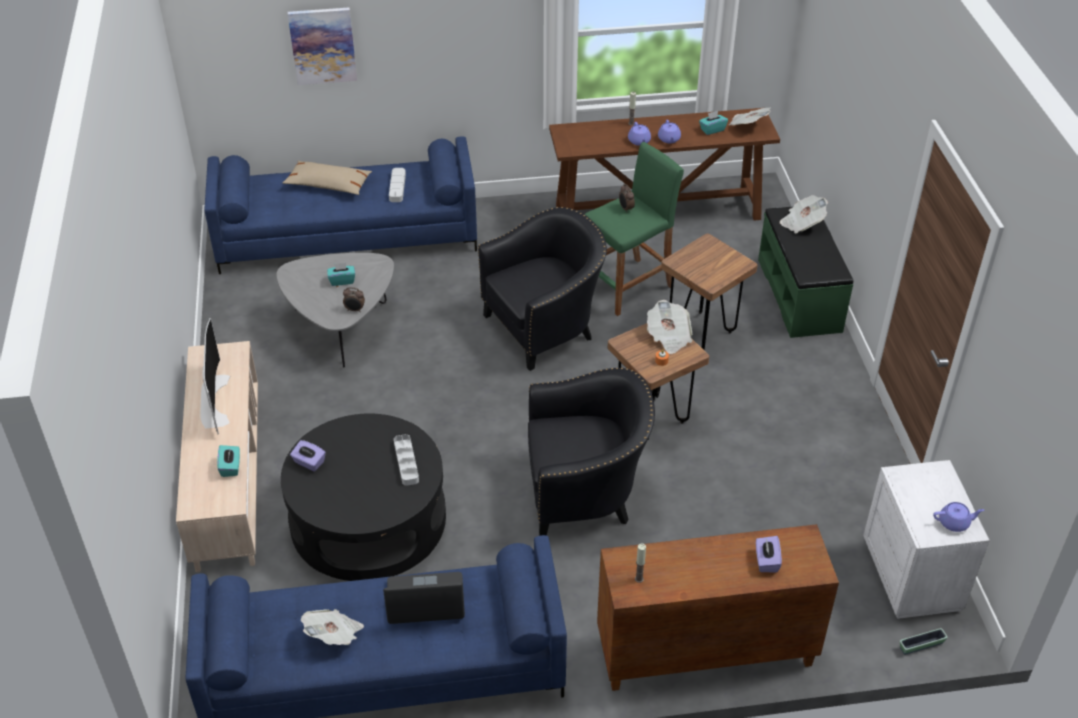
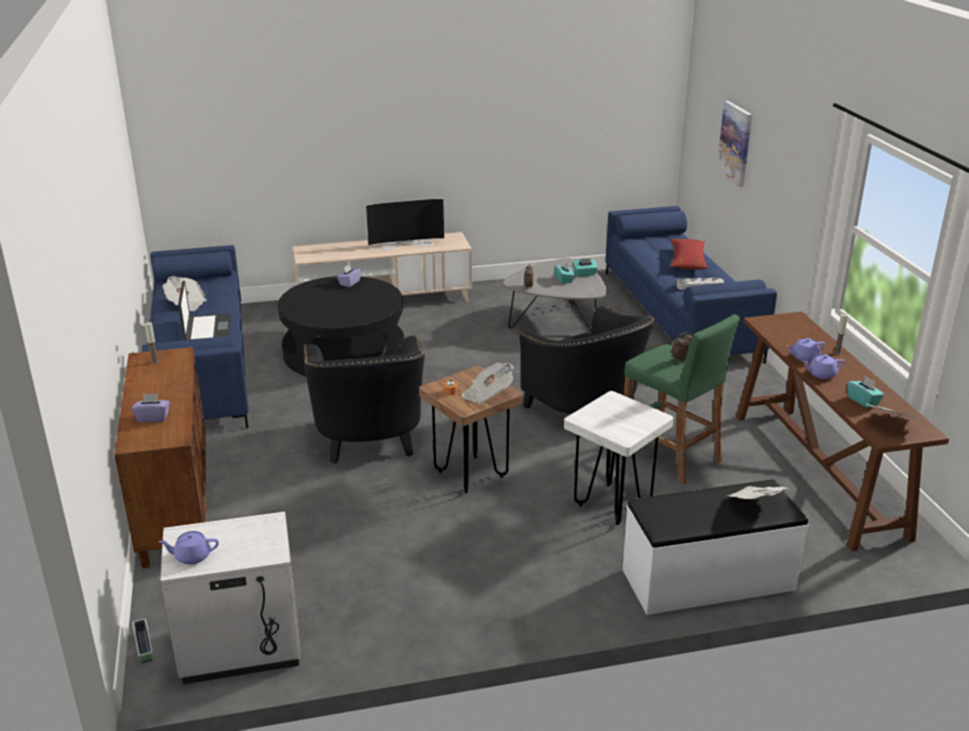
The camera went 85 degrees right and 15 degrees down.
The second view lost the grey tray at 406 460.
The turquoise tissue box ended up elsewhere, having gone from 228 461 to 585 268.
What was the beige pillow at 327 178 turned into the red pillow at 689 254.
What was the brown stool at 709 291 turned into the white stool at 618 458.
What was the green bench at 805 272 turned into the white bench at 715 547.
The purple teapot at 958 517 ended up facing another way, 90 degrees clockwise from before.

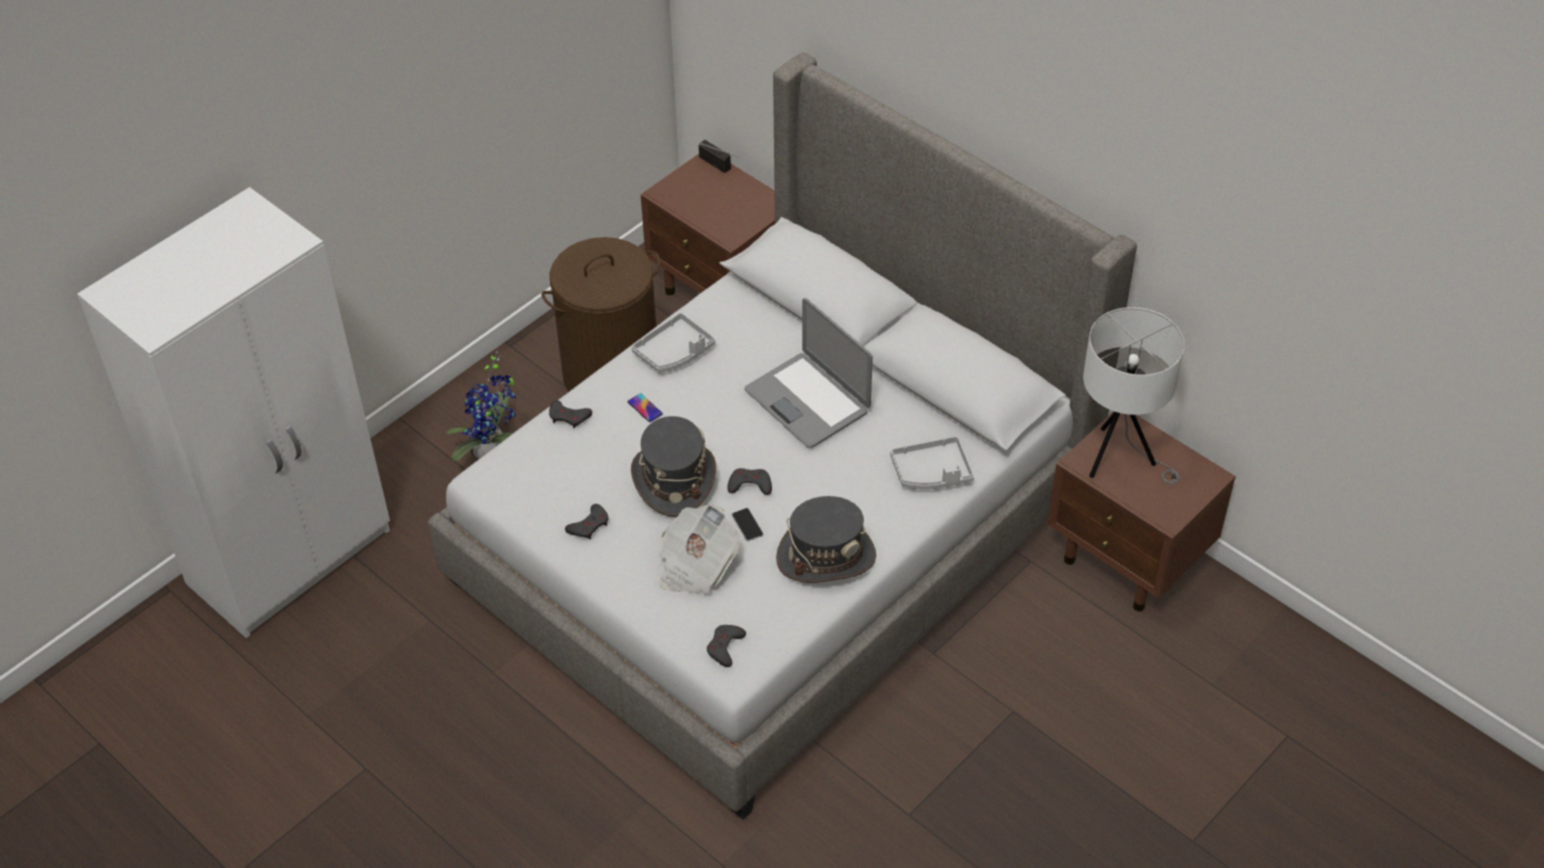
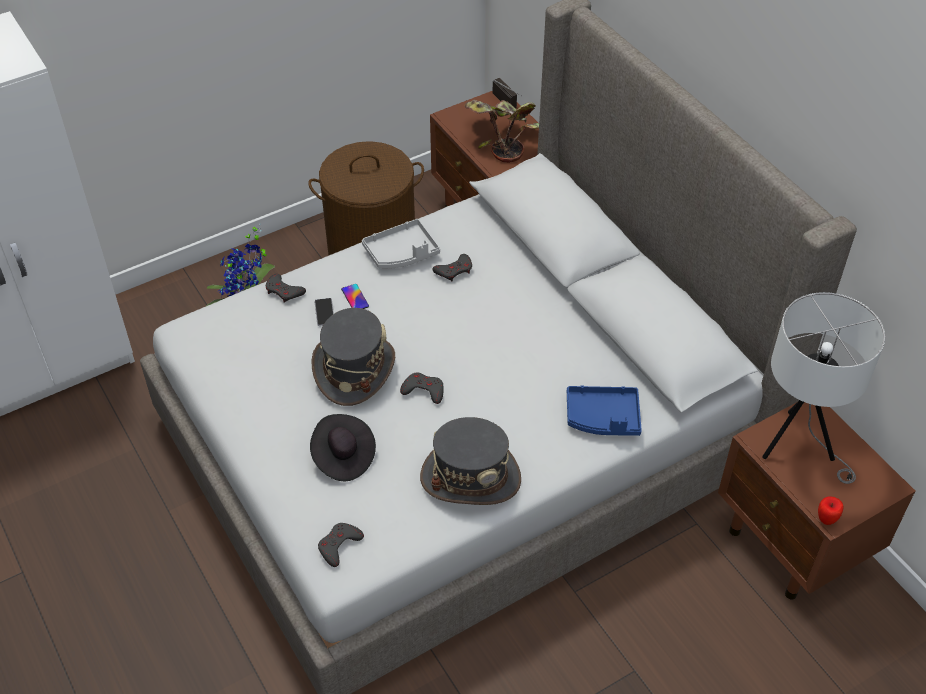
The camera went 15 degrees right and 0 degrees up.
The second view lost the laptop at 809 373.
The second view gained the potted plant at 502 131.
The second view gained the apple at 831 510.
The grey game controller ended up elsewhere, having gone from 586 521 to 452 268.
The phone ended up elsewhere, having gone from 748 524 to 324 312.
Where the newspaper stood at 699 549, the black hat came to stand at 343 447.
What was the grey tray at 932 462 turned into the blue tray at 604 411.

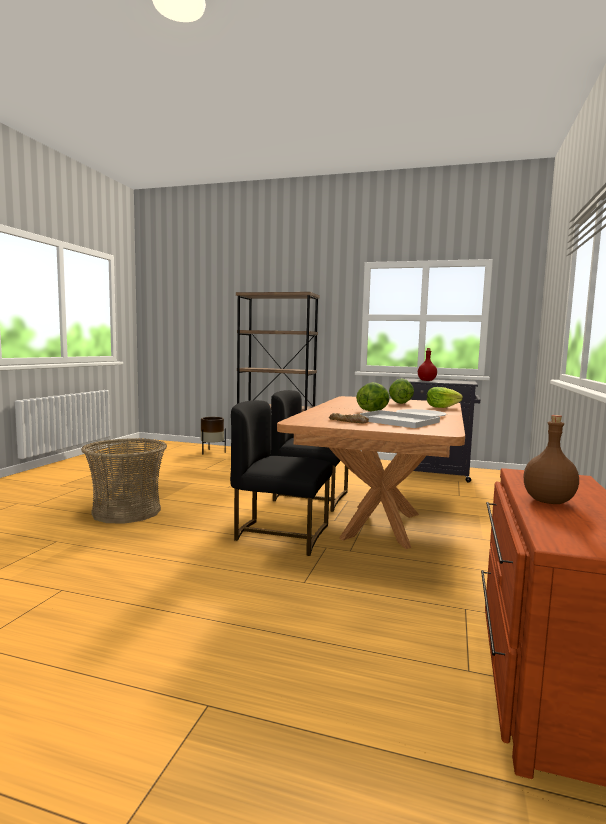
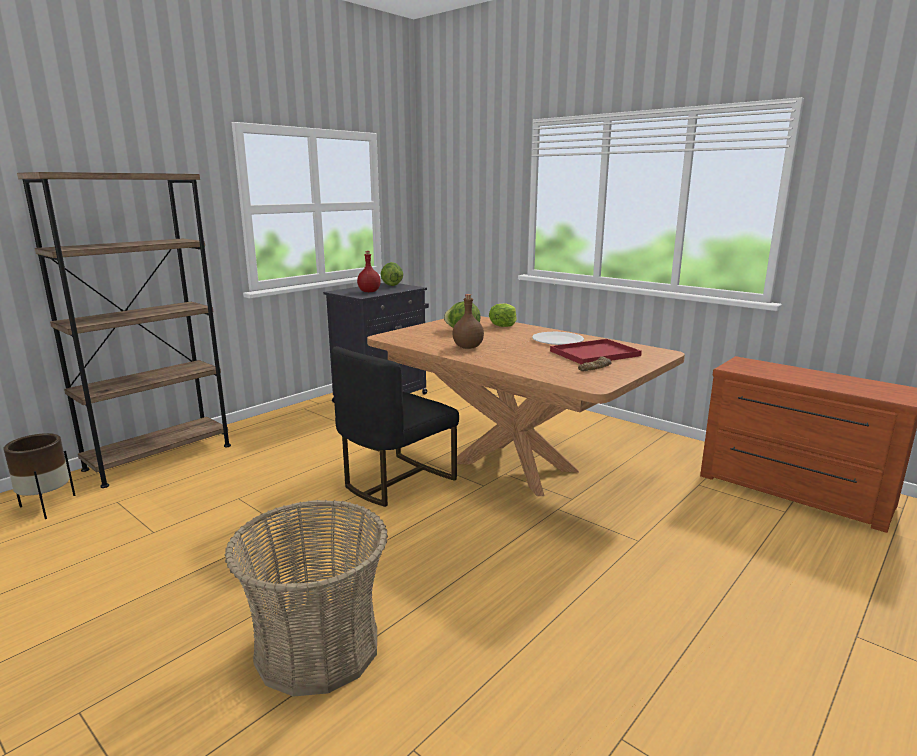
The camera went 65 degrees left and 10 degrees up.
The second view lost the black chair at 281 478.
The lettuce ended up elsewhere, having gone from 373 396 to 391 274.
The brown bottle ended up elsewhere, having gone from 551 459 to 468 321.
What was the white tray at 396 419 turned into the red tray at 596 351.

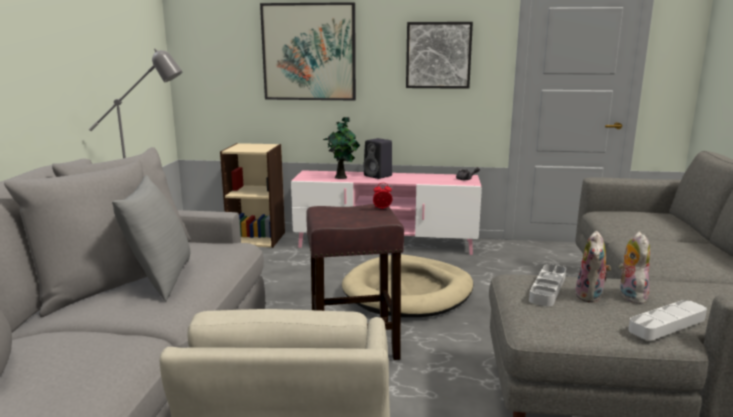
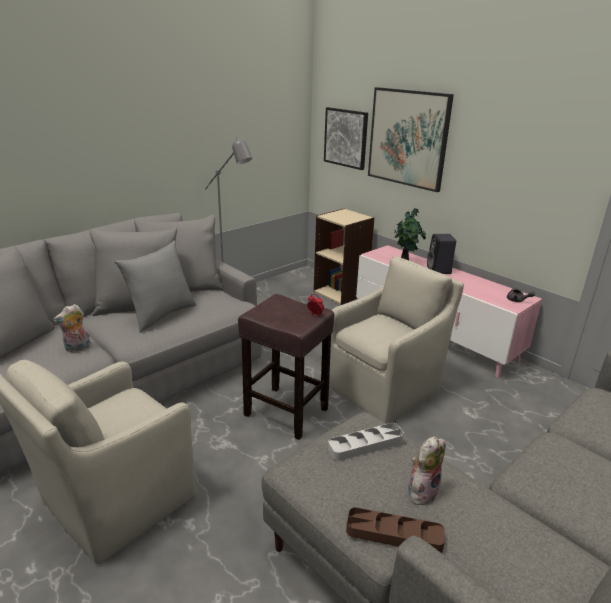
The camera went 40 degrees right and 10 degrees up.
The picture ended up elsewhere, having gone from 439 55 to 346 138.
The plush toy ended up elsewhere, having gone from 593 267 to 72 328.
Where the beige dog bed stood at 407 285, the beige armchair came to stand at 396 340.
What was the grey tray at 667 320 turned into the brown tray at 395 530.

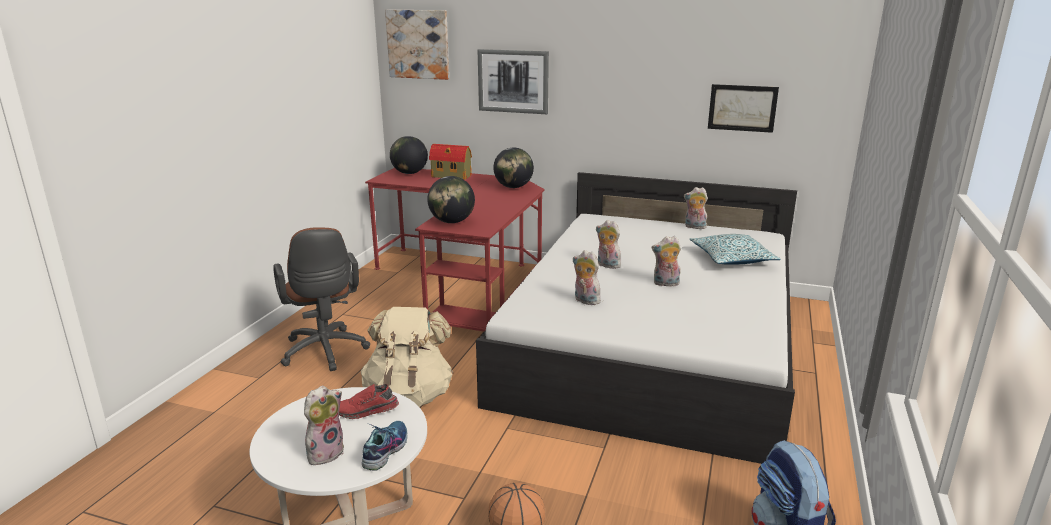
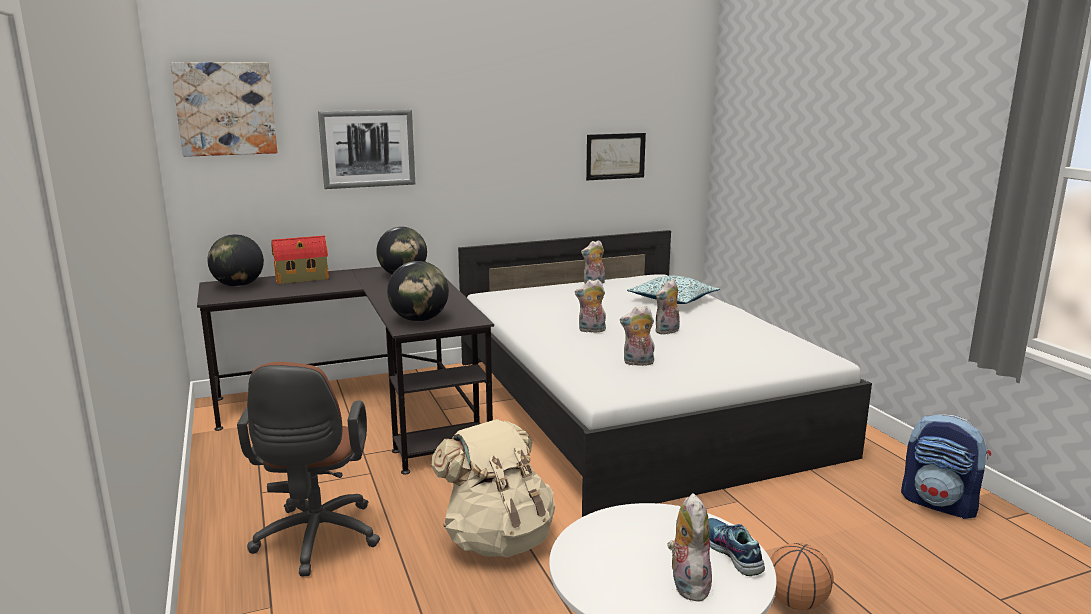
The camera went 40 degrees left and 5 degrees down.
The second view lost the red shoe at 369 401.
What was the red desk at 455 249 turned into the black desk at 345 371.
The brown office chair at 321 299 ended up facing another way, 60 degrees clockwise from before.

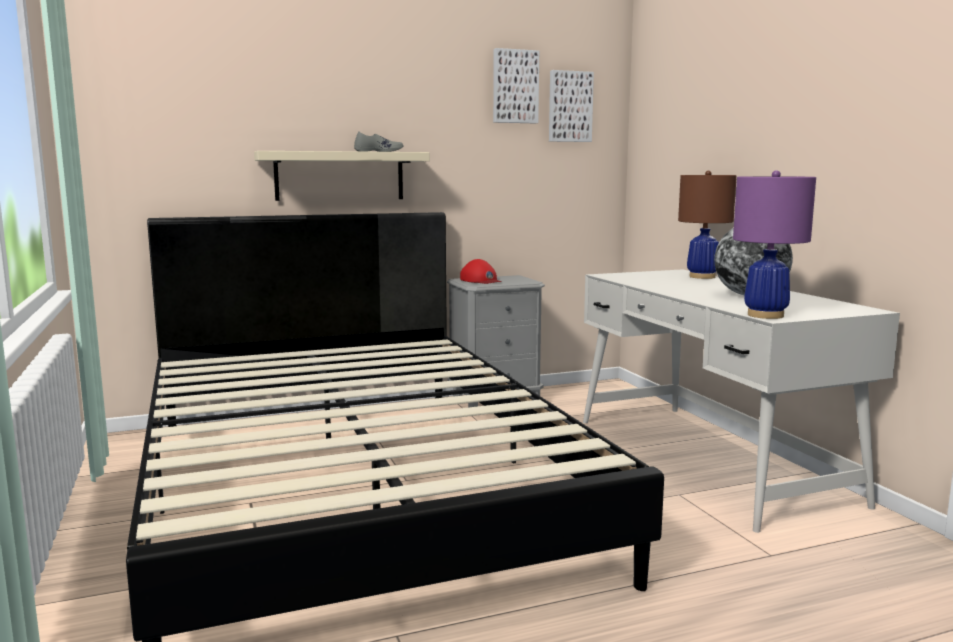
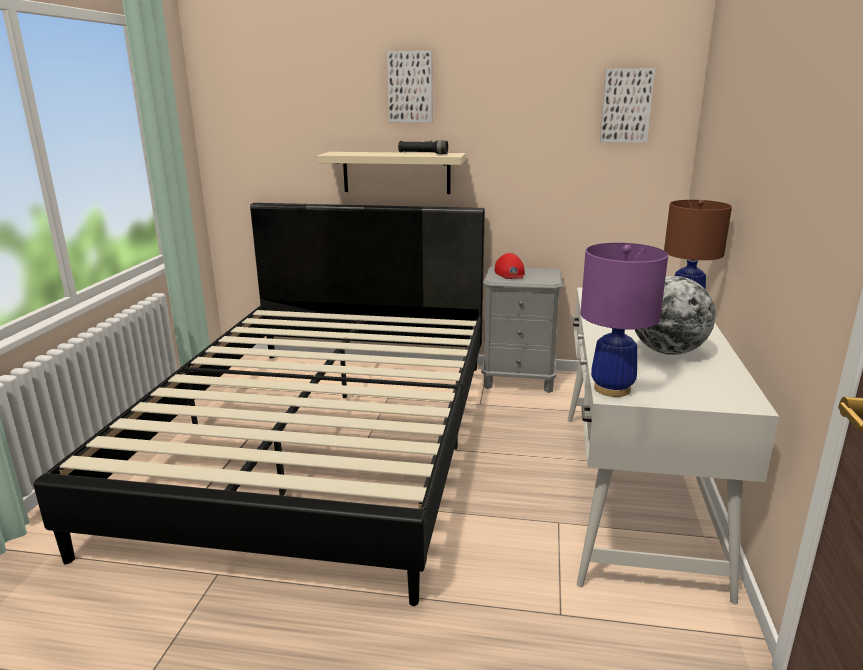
The camera went 30 degrees right and 10 degrees up.
The picture ended up elsewhere, having gone from 516 85 to 410 86.
Where the grey shoe stood at 379 141, the black flashlight came to stand at 423 147.

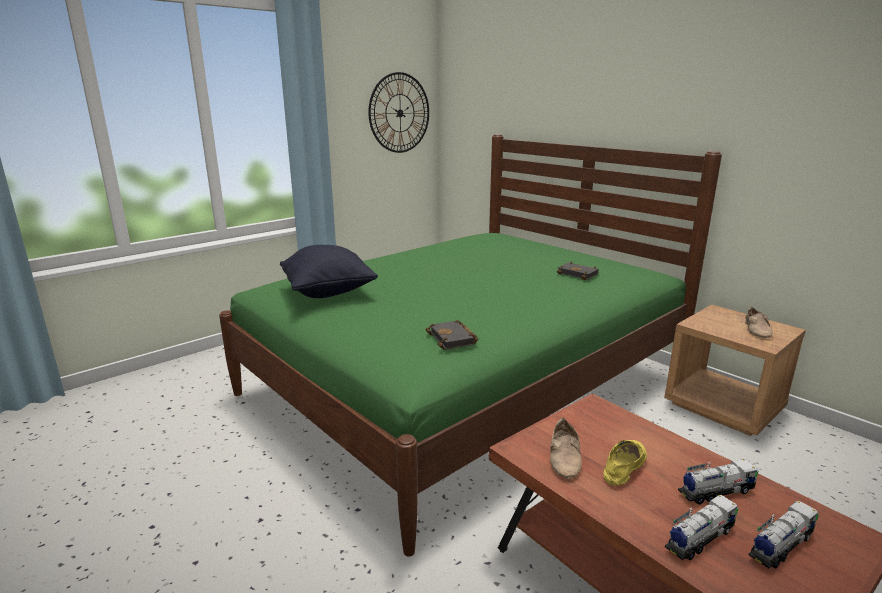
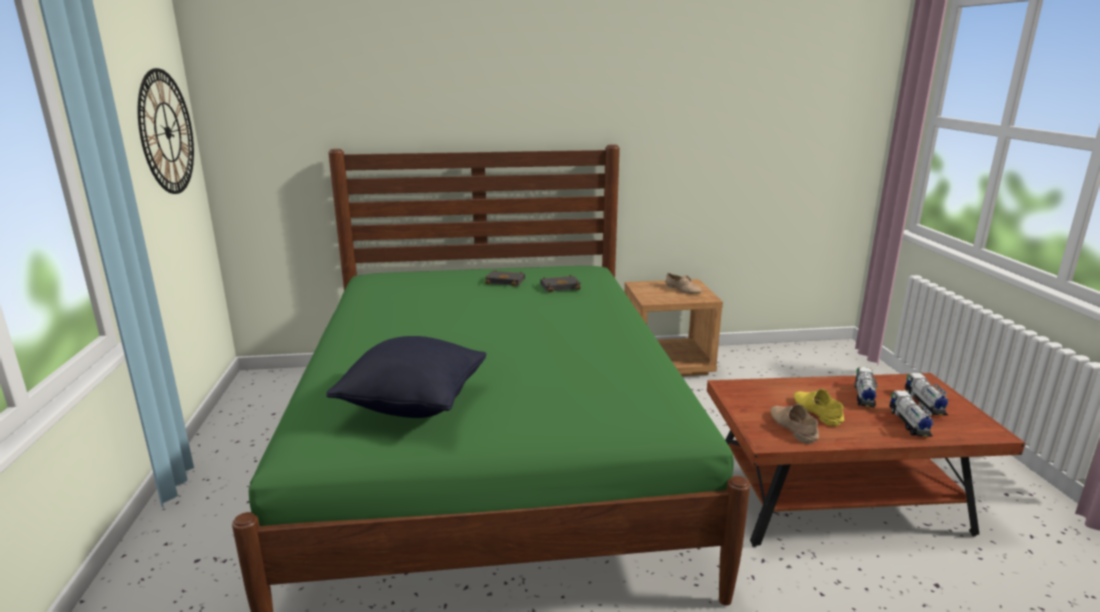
The camera went 55 degrees left and 0 degrees up.
The black book ended up elsewhere, having gone from 451 335 to 505 278.
The beige shoe at 566 448 ended up facing another way, 150 degrees counterclockwise from before.

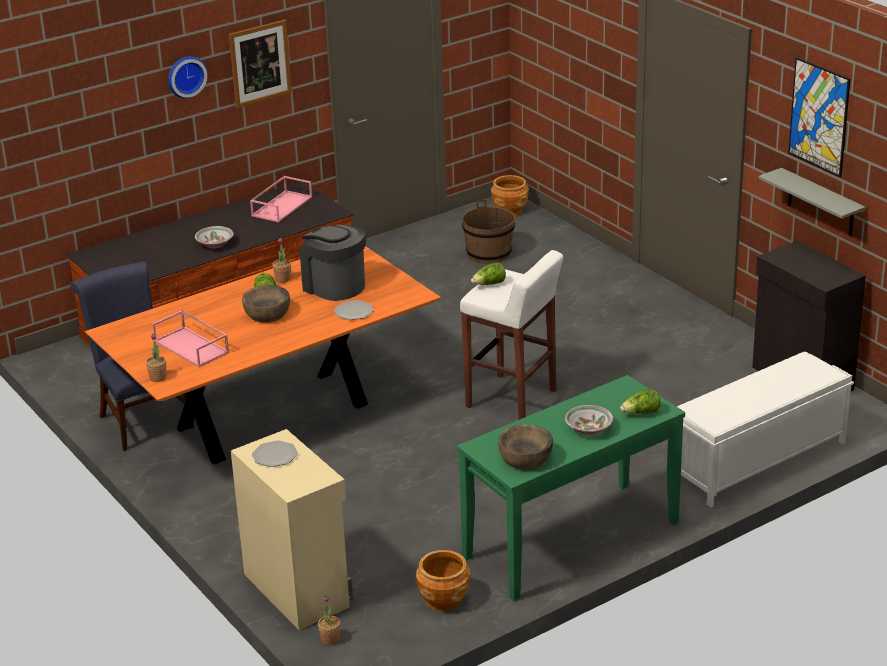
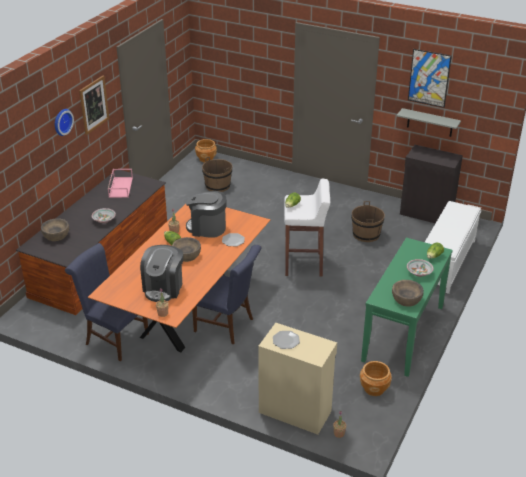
The camera went 30 degrees left and 5 degrees up.
The second view gained the brown bowl at 55 229.
The second view gained the blue chair at 226 294.
The second view gained the brown bucket at 368 221.
Where the pink tray stood at 190 338, the coffee machine came to stand at 161 273.

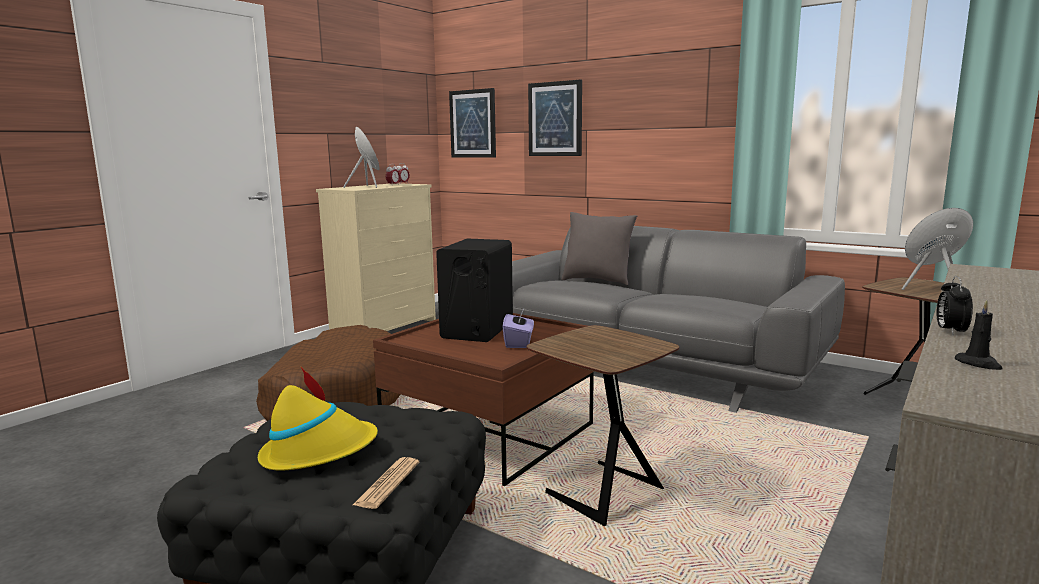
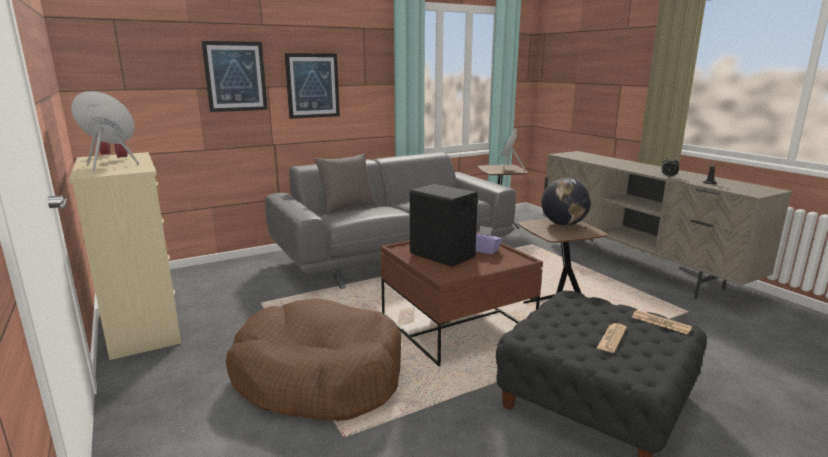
The camera went 65 degrees left and 5 degrees up.
The second view gained the globe at 566 202.
The picture ended up elsewhere, having gone from 472 123 to 312 86.
Where the yellow hat stood at 318 419, the newspaper came to stand at 612 338.

